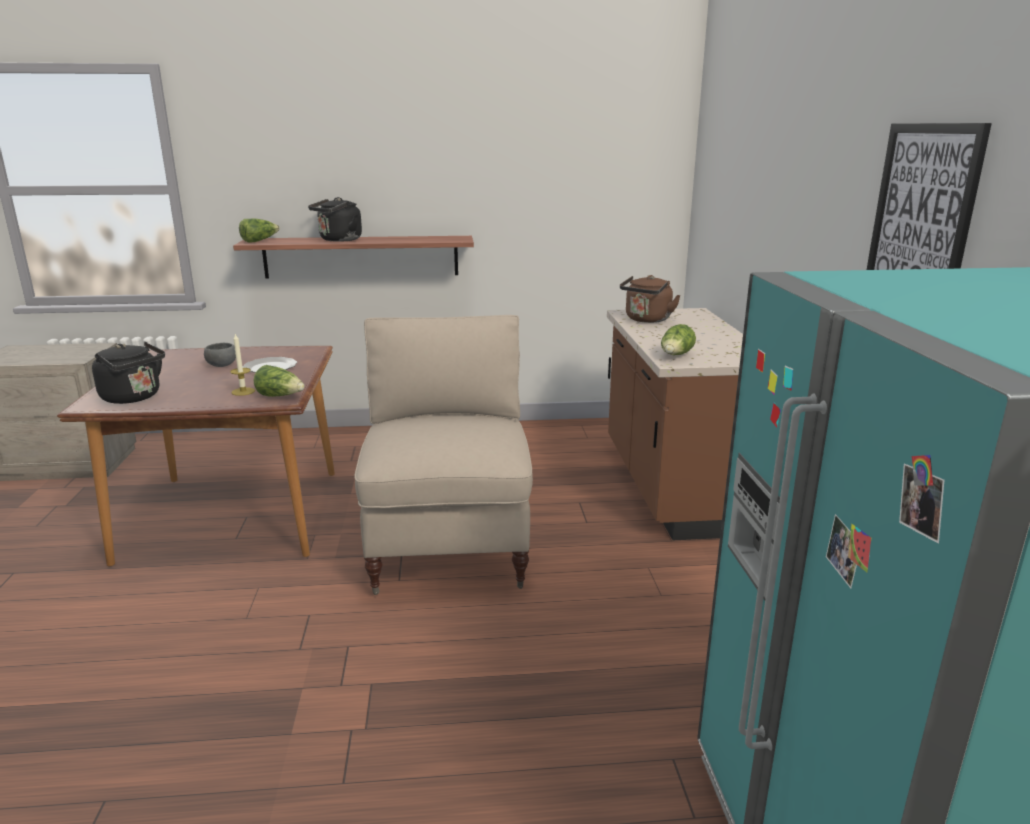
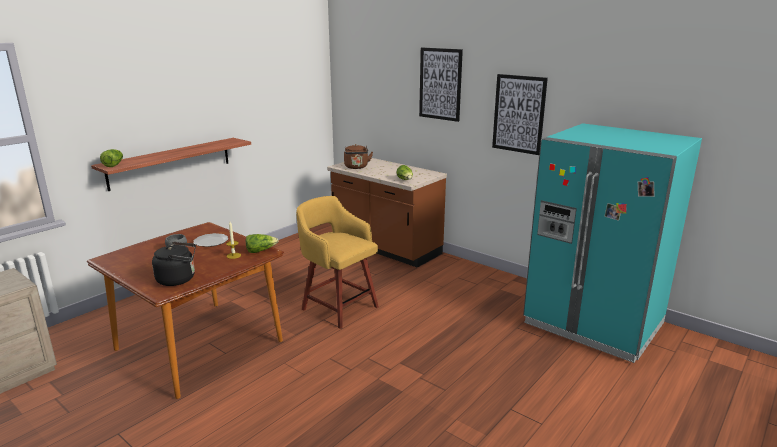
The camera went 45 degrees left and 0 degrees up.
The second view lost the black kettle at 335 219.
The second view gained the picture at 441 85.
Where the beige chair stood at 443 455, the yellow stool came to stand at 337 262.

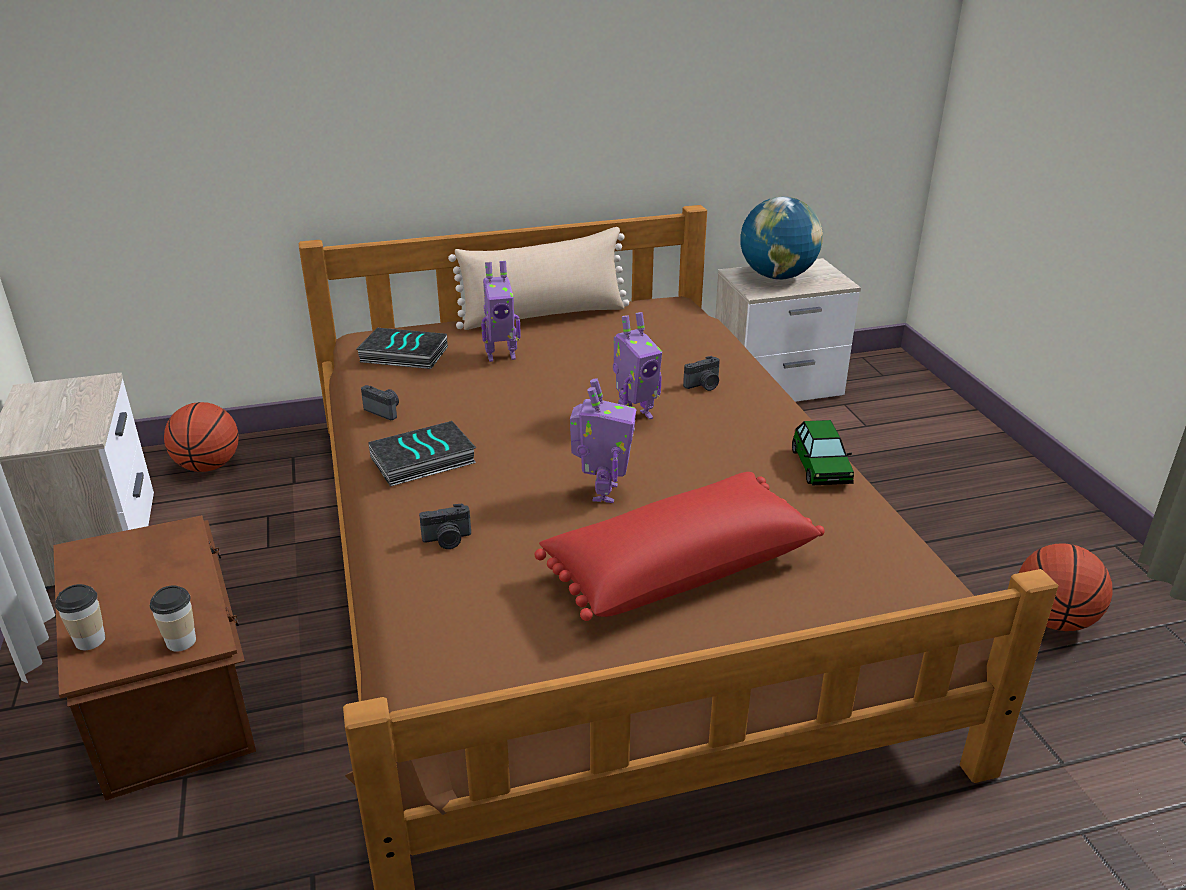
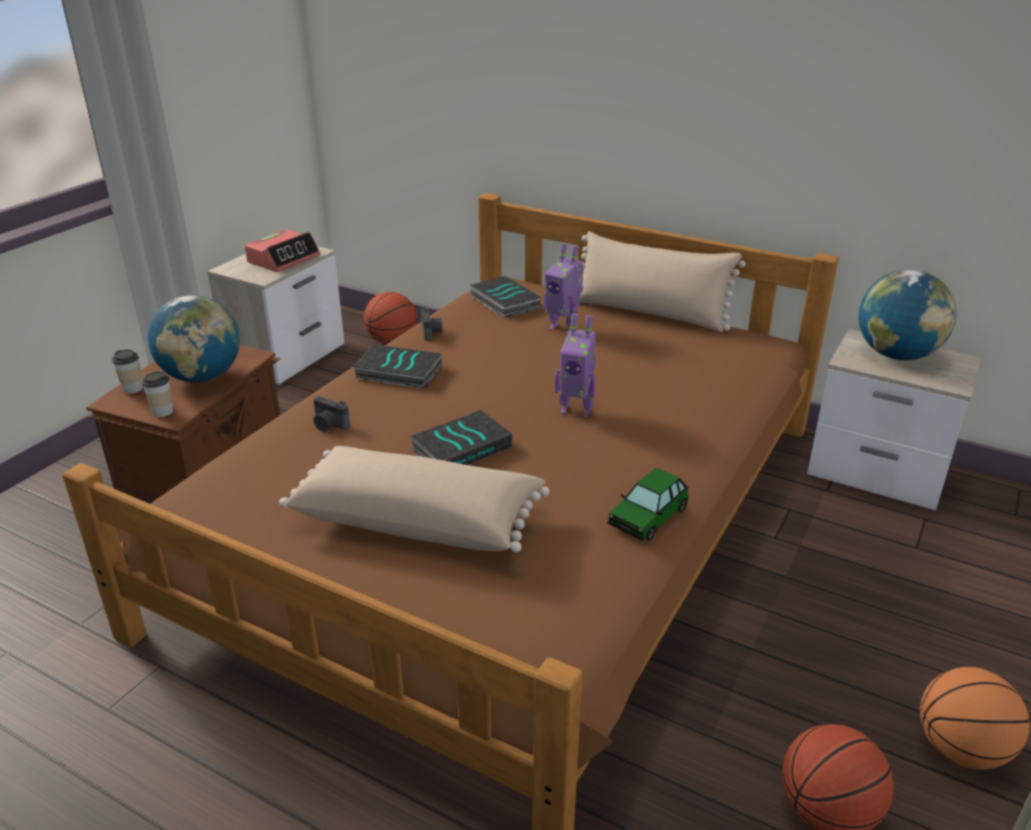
The camera went 45 degrees right and 0 degrees up.
The second view lost the photo camera at 701 373.
The second view gained the globe at 194 338.
The second view gained the alarm clock at 282 250.
The second view gained the basketball at 975 718.
Where the toy robot stood at 603 440, the book came to stand at 460 437.
What was the red pillow at 680 546 turned into the beige pillow at 414 499.

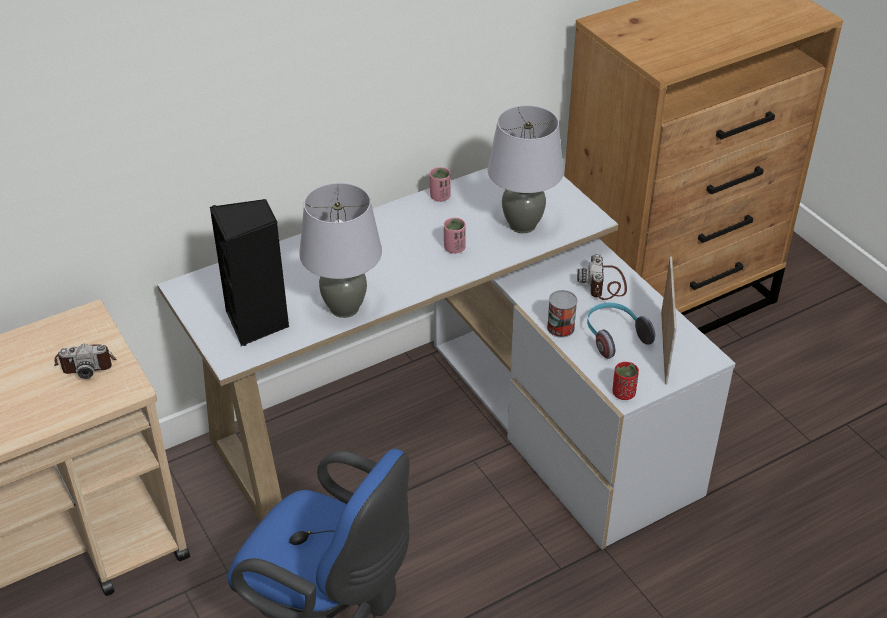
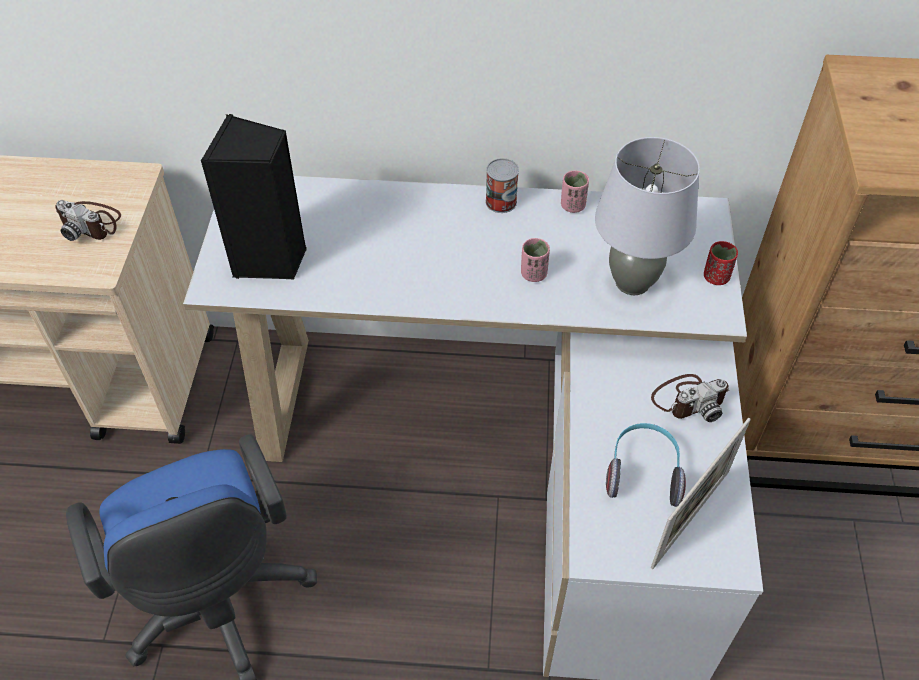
The camera went 35 degrees right and 10 degrees up.
The second view lost the grey table lamp at 340 250.
The can ended up elsewhere, having gone from 562 314 to 502 185.
The red cup ended up elsewhere, having gone from 626 381 to 721 263.
The photo camera at 602 277 ended up facing another way, 150 degrees counterclockwise from before.

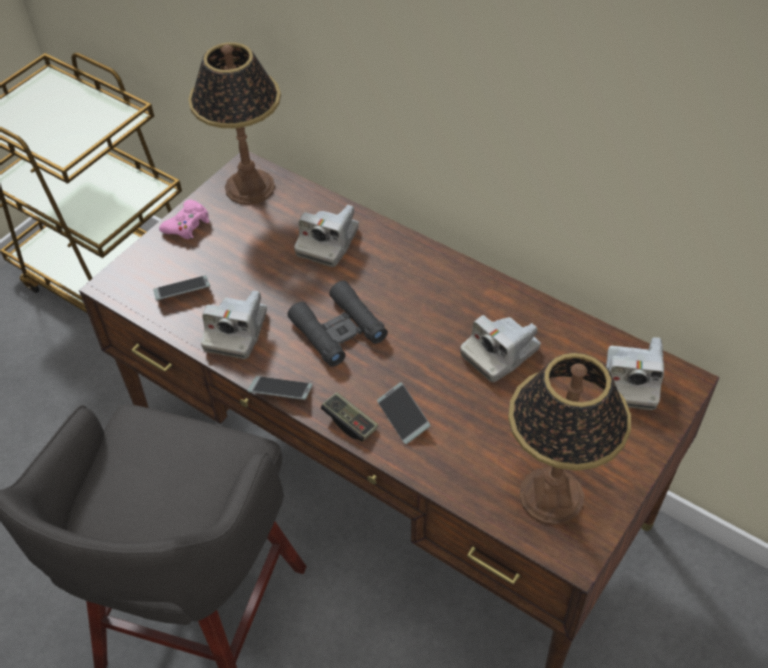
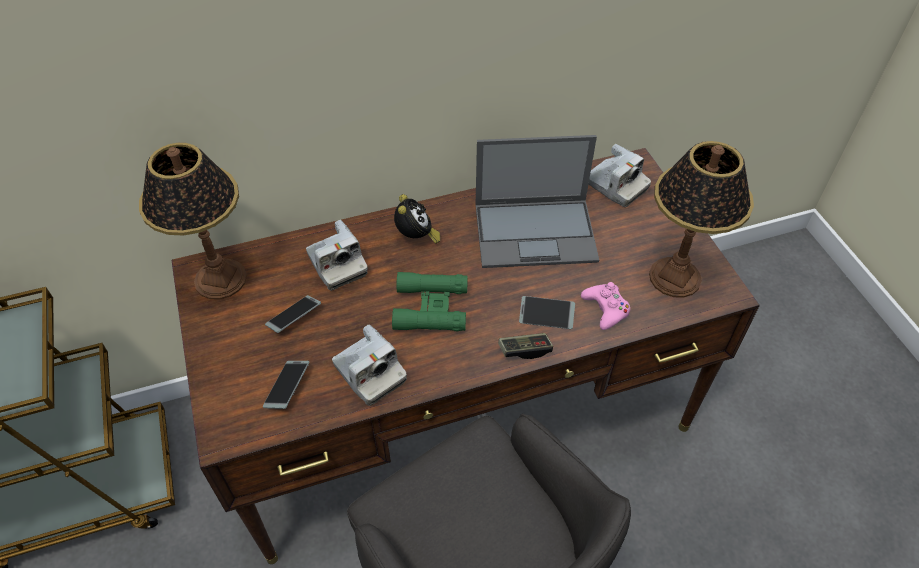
The camera went 55 degrees left and 0 degrees up.
The second view gained the alarm clock at 417 219.
The pink game controller ended up elsewhere, having gone from 184 219 to 605 306.
The phone ended up elsewhere, having gone from 280 388 to 293 314.
Where the photo camera stood at 500 348, the laptop came to stand at 537 201.
What was the black binoculars at 337 324 turned into the green binoculars at 430 301.

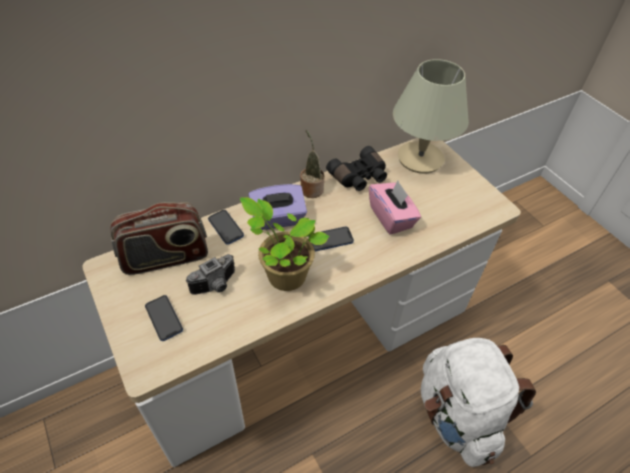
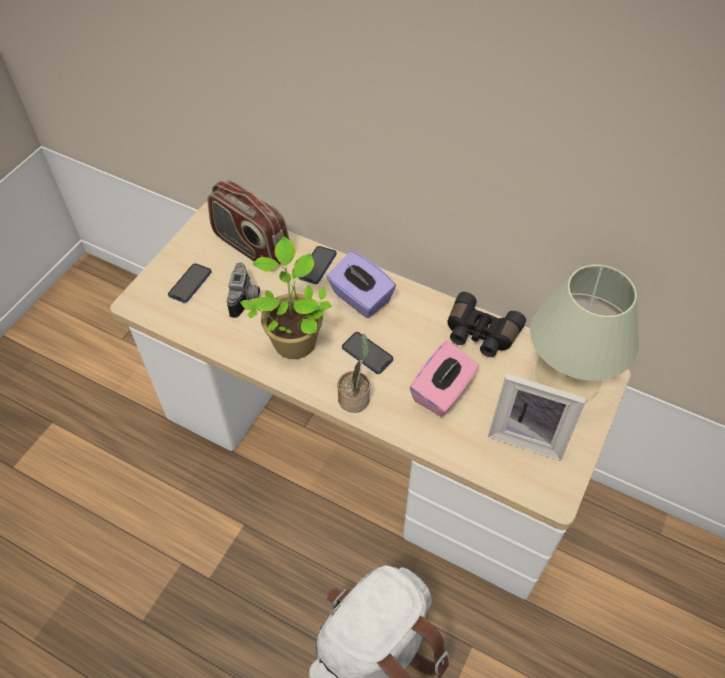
The camera went 60 degrees right and 5 degrees up.
The second view gained the picture frame at 537 417.
The potted plant ended up elsewhere, having gone from 312 164 to 353 373.
The photo camera at 210 274 ended up facing another way, 105 degrees counterclockwise from before.

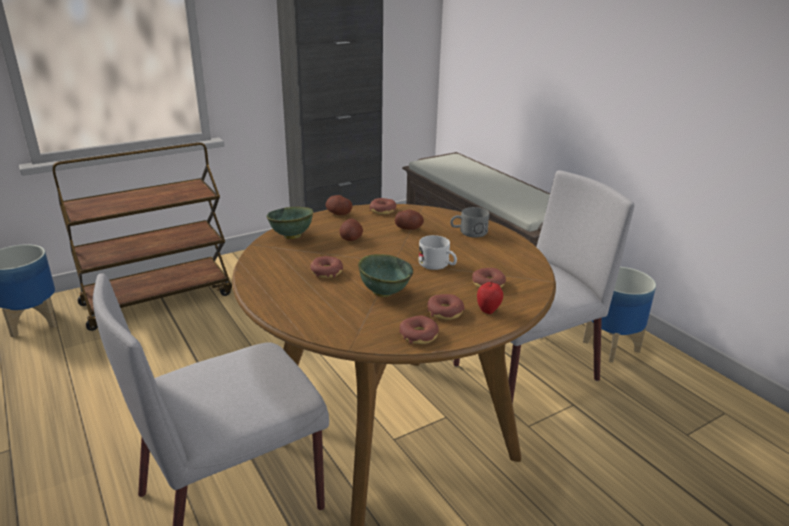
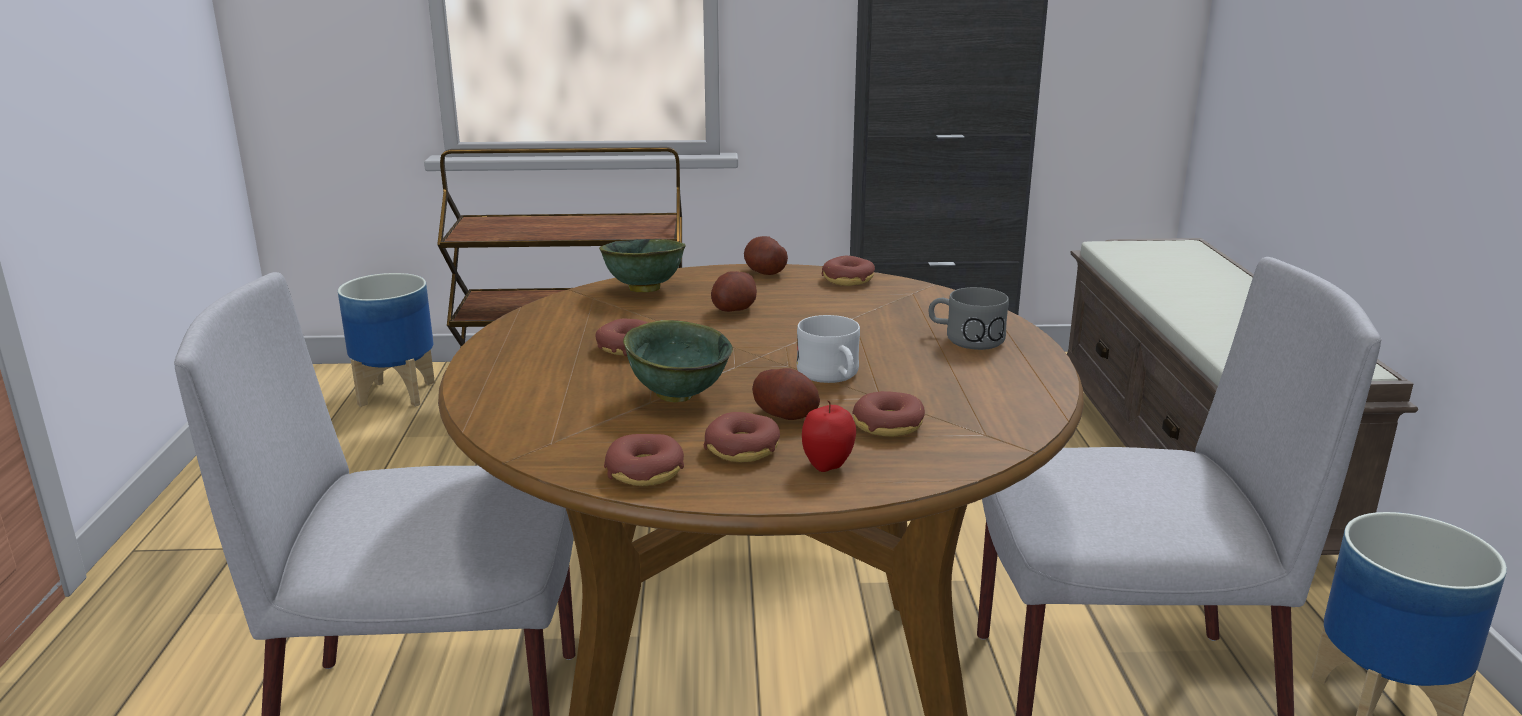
The camera went 30 degrees right and 5 degrees down.
The potato ended up elsewhere, having gone from 409 220 to 786 394.

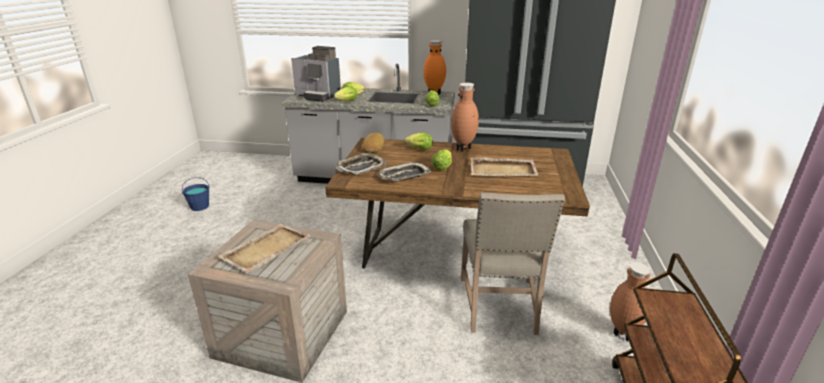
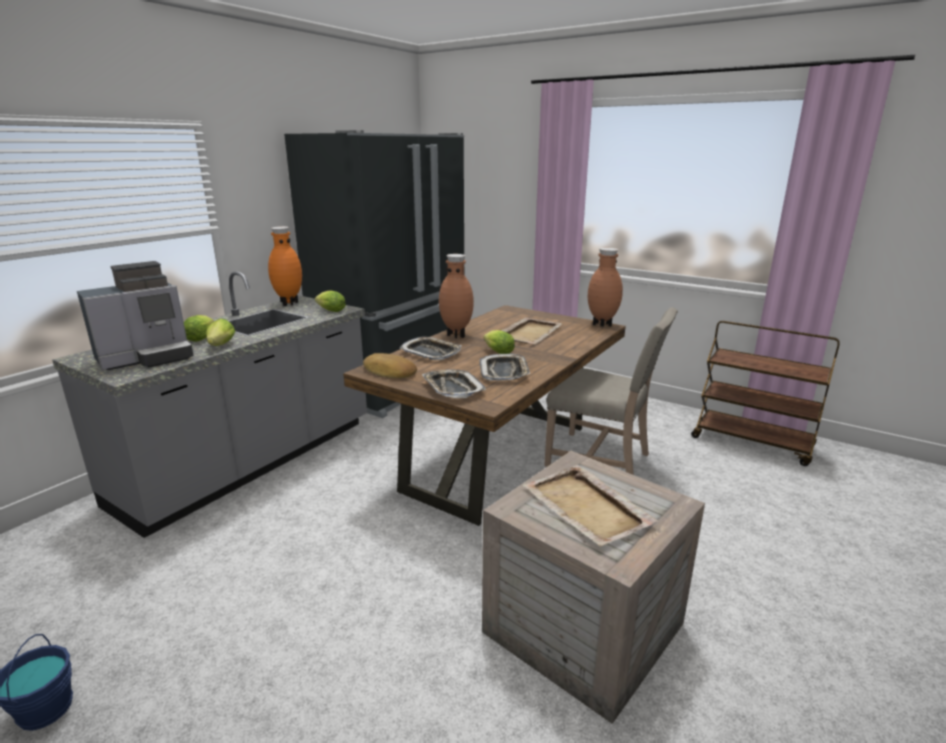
The camera went 65 degrees left and 5 degrees down.
The brown vase ended up elsewhere, having gone from 630 301 to 605 287.
Where the lettuce stood at 418 141, the tray came to stand at 431 348.

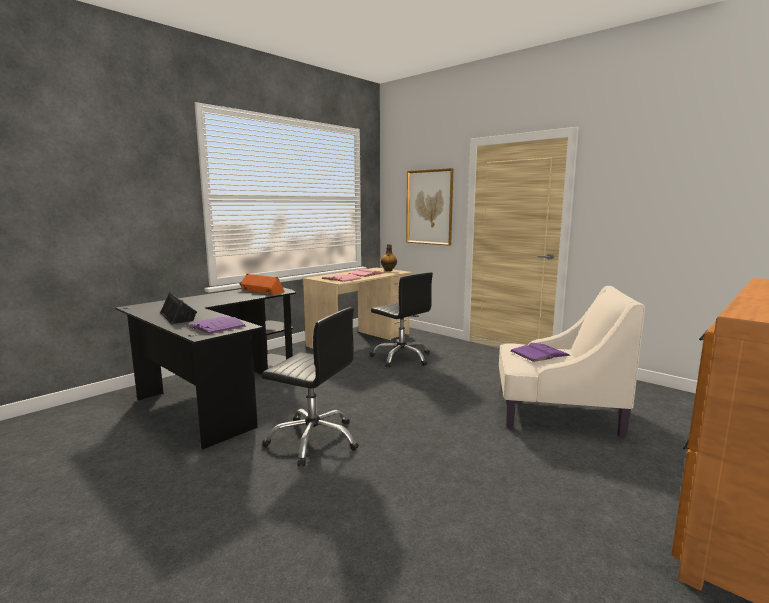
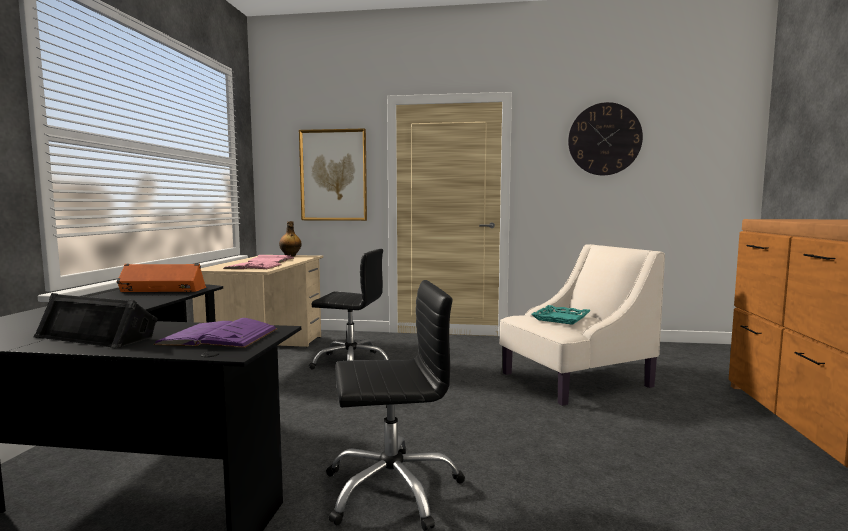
The camera went 35 degrees left and 5 degrees down.
The second view gained the wall clock at 605 138.
Where the purple book stood at 540 352, the turquoise tray came to stand at 561 315.

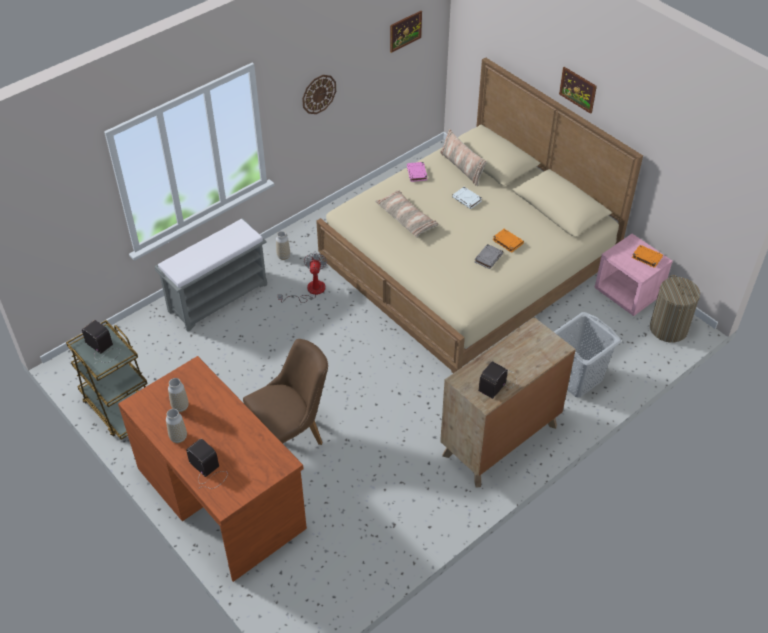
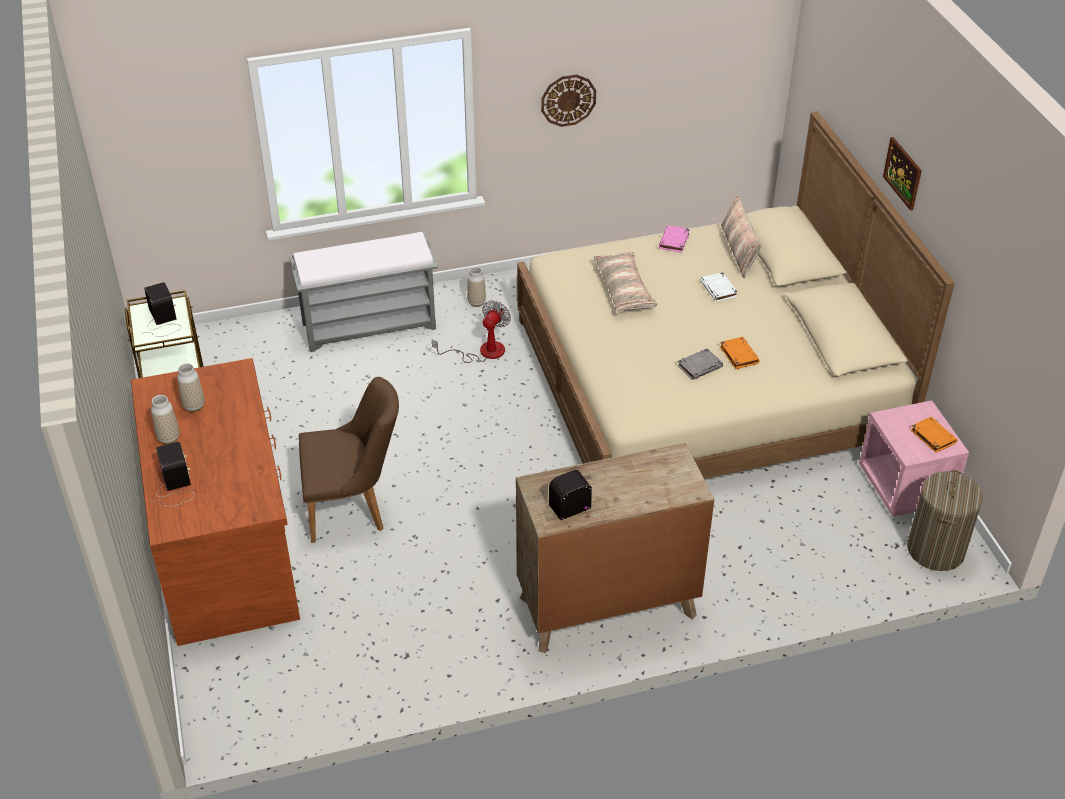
The camera went 25 degrees right and 5 degrees down.
The second view lost the picture at 406 32.
The second view lost the grey laundry basket at 588 355.

